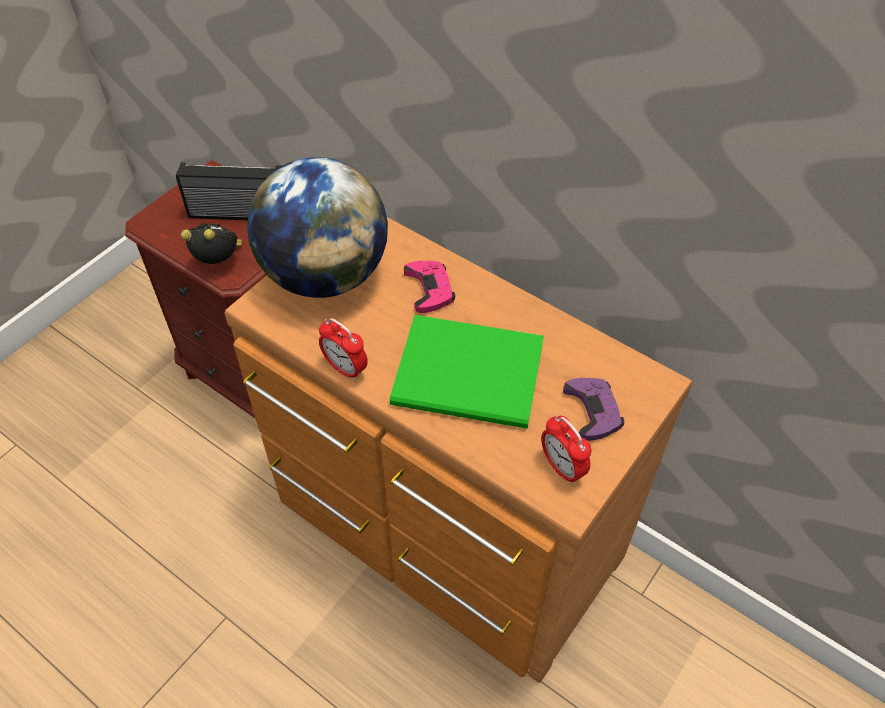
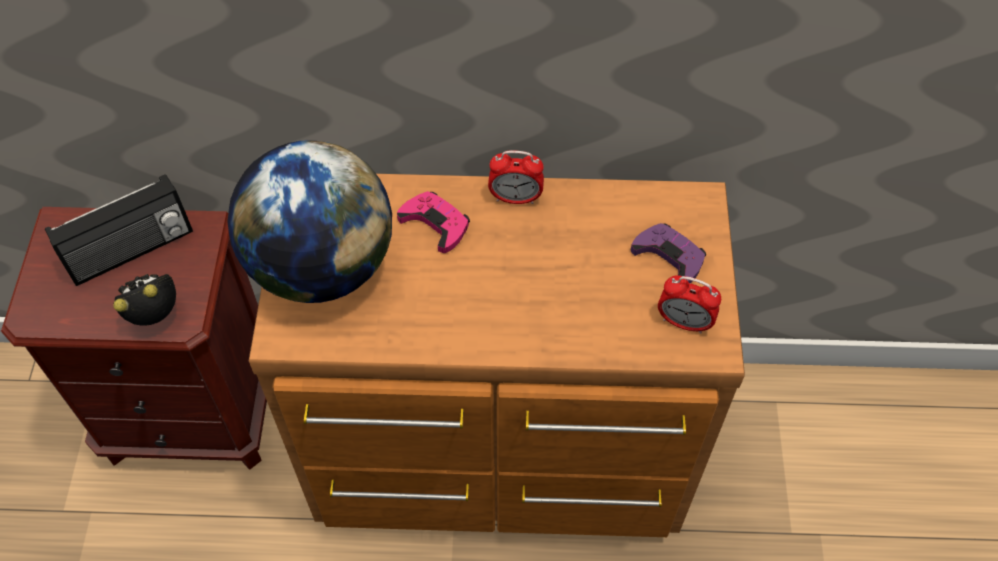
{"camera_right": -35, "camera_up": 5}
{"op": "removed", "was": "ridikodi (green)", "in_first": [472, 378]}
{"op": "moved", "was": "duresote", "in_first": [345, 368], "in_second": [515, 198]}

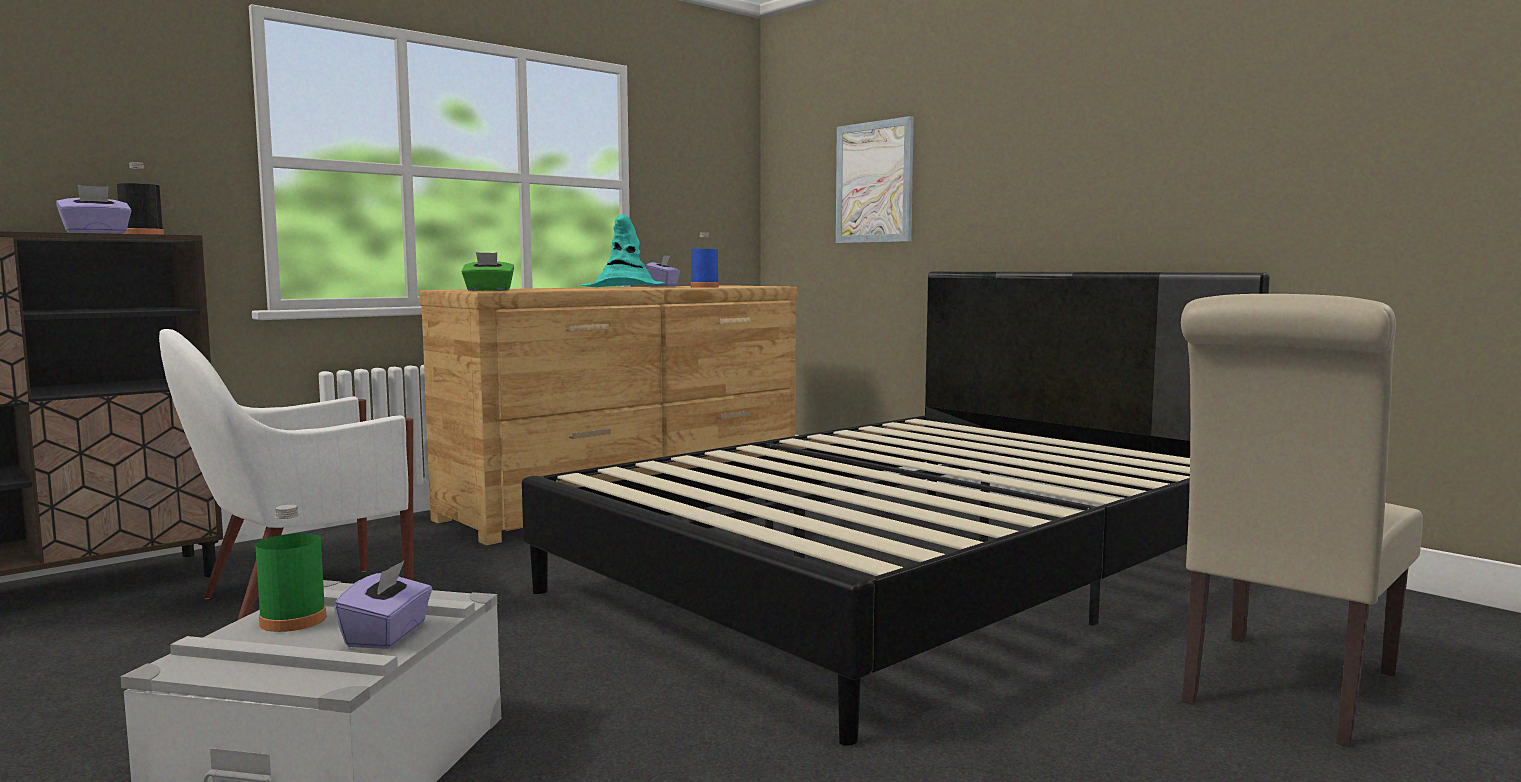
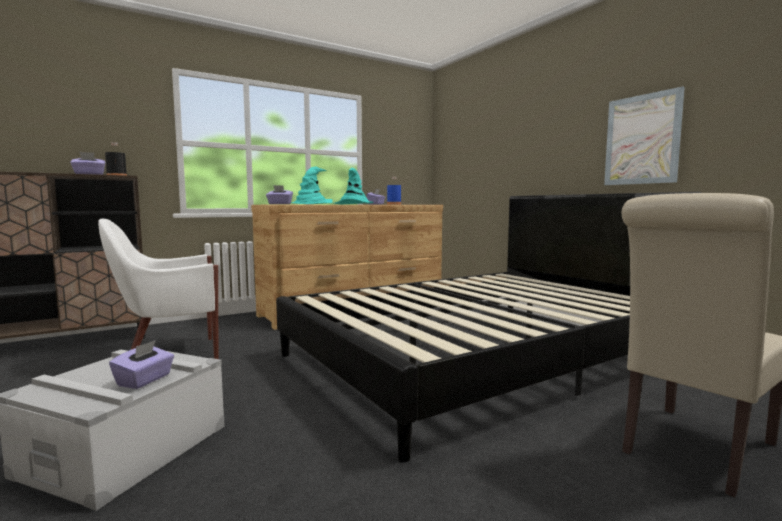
{"camera_right": 10, "camera_up": 0}
{"op": "removed", "was": "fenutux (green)", "in_first": [293, 620]}
{"op": "added", "now": "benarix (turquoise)", "in_second": [312, 204]}
{"op": "moved", "was": "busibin", "in_first": [874, 182], "in_second": [642, 140]}
{"op": "recoloured", "was": "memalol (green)", "now": "memalol (purple)", "in_first": [488, 290], "in_second": [279, 204]}

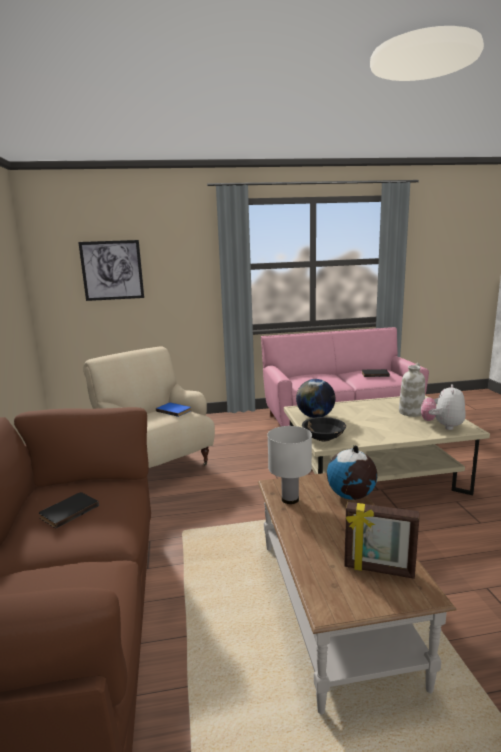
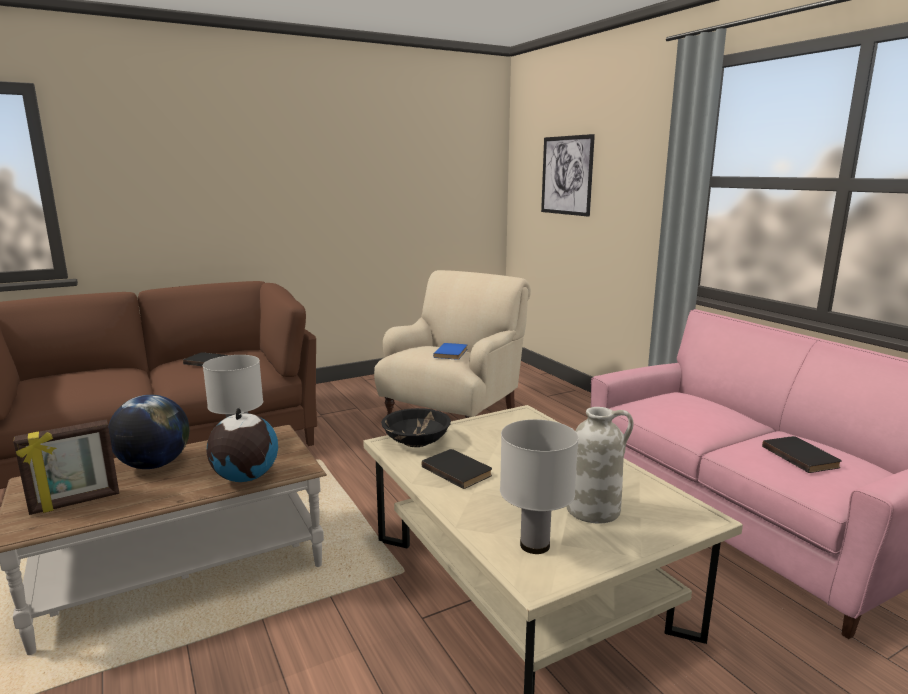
{"camera_right": 70, "camera_up": 0}
{"op": "added", "now": "ridikodi (black)", "in_second": [458, 470]}
{"op": "moved", "was": "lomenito", "in_first": [315, 416], "in_second": [154, 465]}
{"op": "replaced", "was": "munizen", "now": "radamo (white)", "in_first": [442, 426], "in_second": [534, 545]}
{"op": "turned", "was": "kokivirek", "in_first": [378, 570], "in_second": [75, 503], "clockwise": -120}

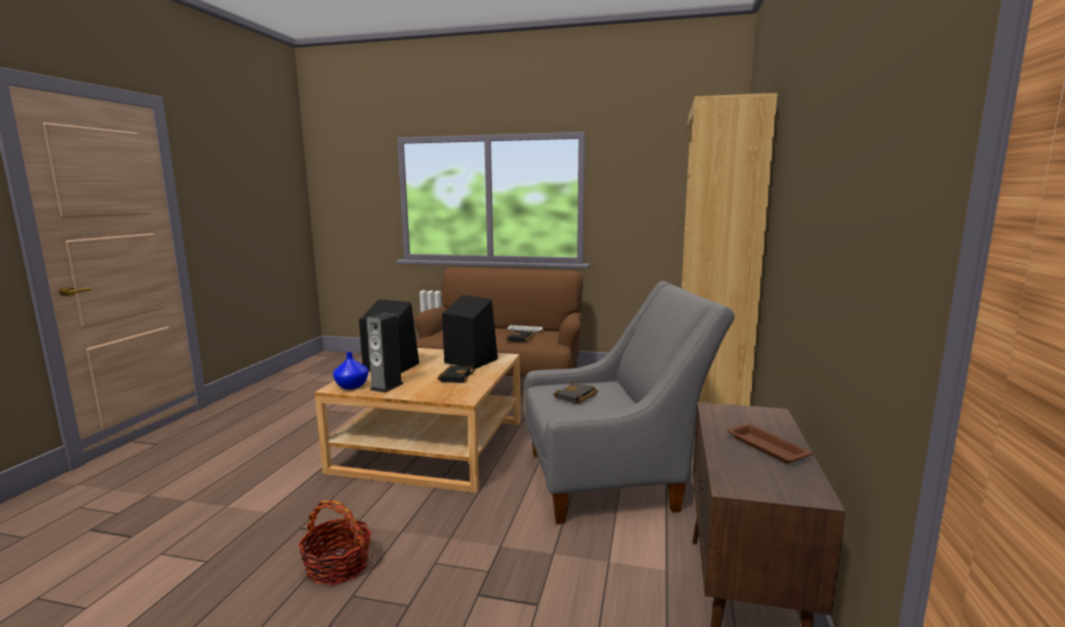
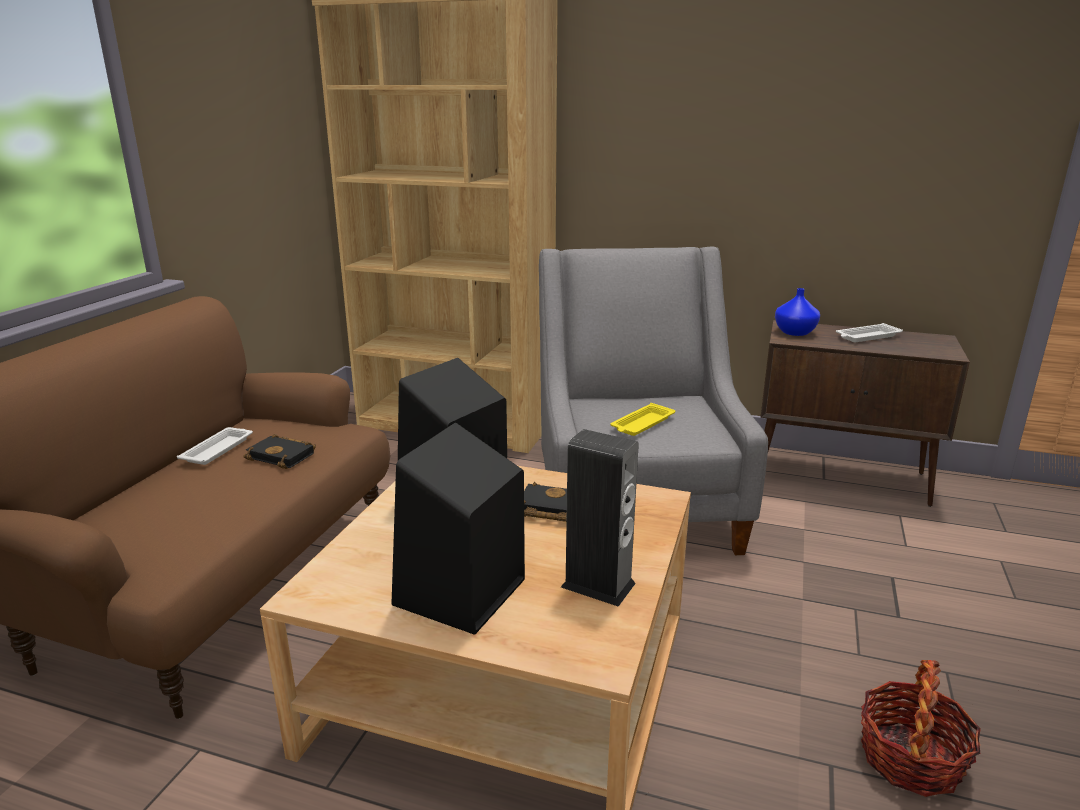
{"camera_right": -85, "camera_up": 10}
{"op": "moved", "was": "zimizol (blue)", "in_first": [352, 386], "in_second": [795, 332]}
{"op": "replaced", "was": "ridikodi (black)", "now": "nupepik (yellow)", "in_first": [576, 397], "in_second": [642, 424]}
{"op": "recoloured", "was": "nupepik (brown)", "now": "nupepik (white)", "in_first": [765, 447], "in_second": [867, 337]}

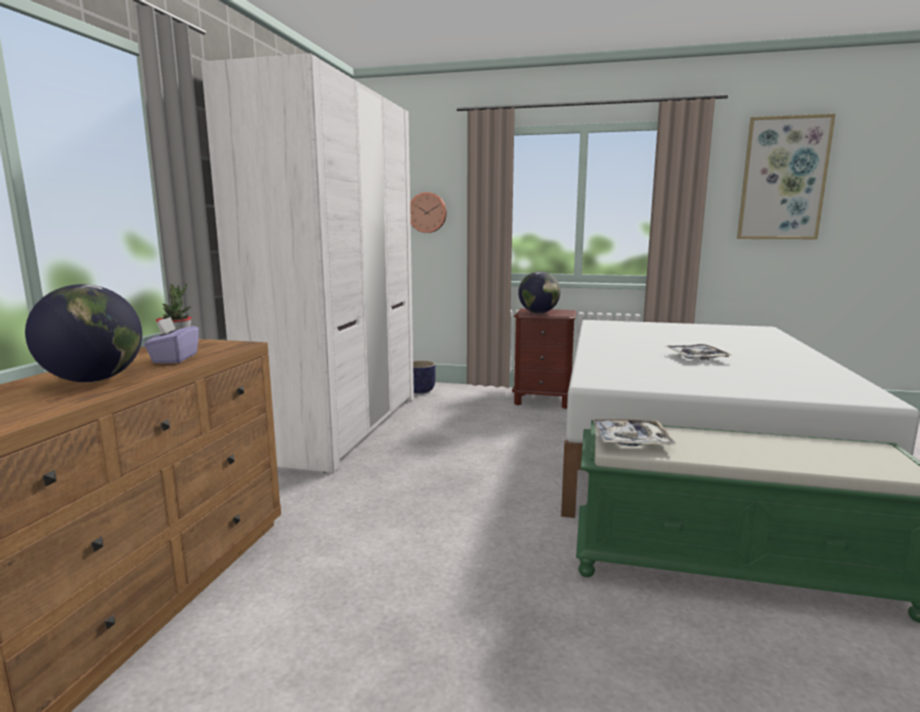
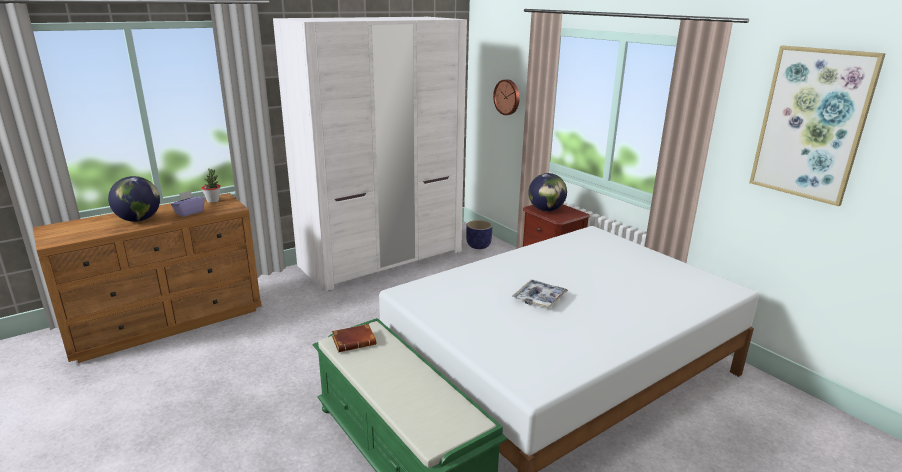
{"camera_right": 40, "camera_up": 10}
{"op": "replaced", "was": "nupepik", "now": "ridikodi (brown)", "in_first": [631, 440], "in_second": [355, 341]}

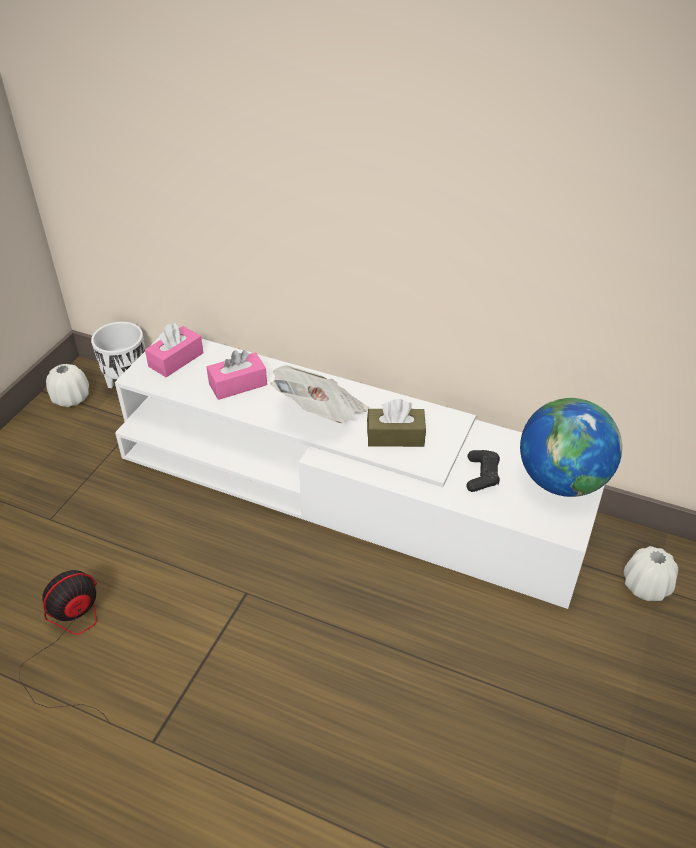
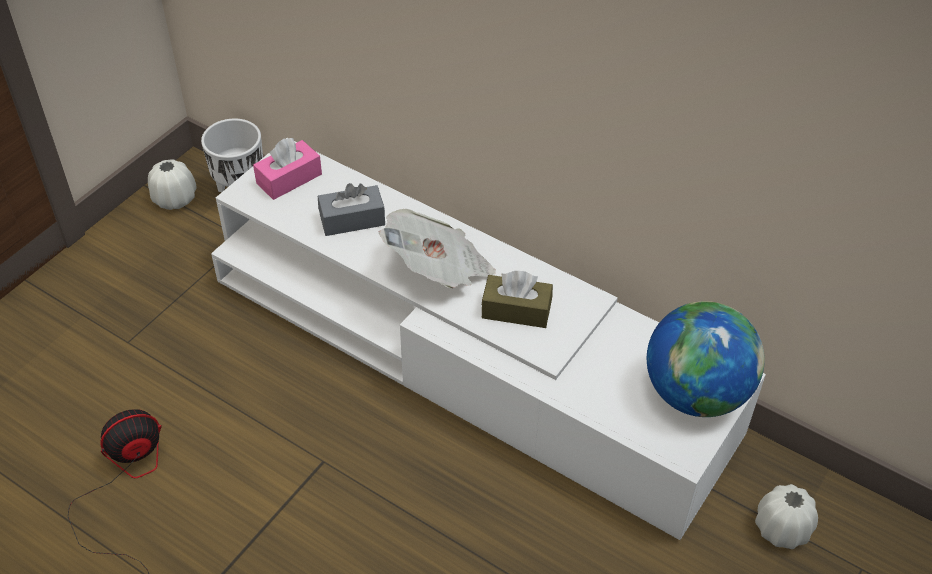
{"camera_right": 10, "camera_up": 5}
{"op": "removed", "was": "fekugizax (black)", "in_first": [482, 475]}
{"op": "recoloured", "was": "memalol (pink)", "now": "memalol (grey)", "in_first": [238, 384], "in_second": [352, 220]}

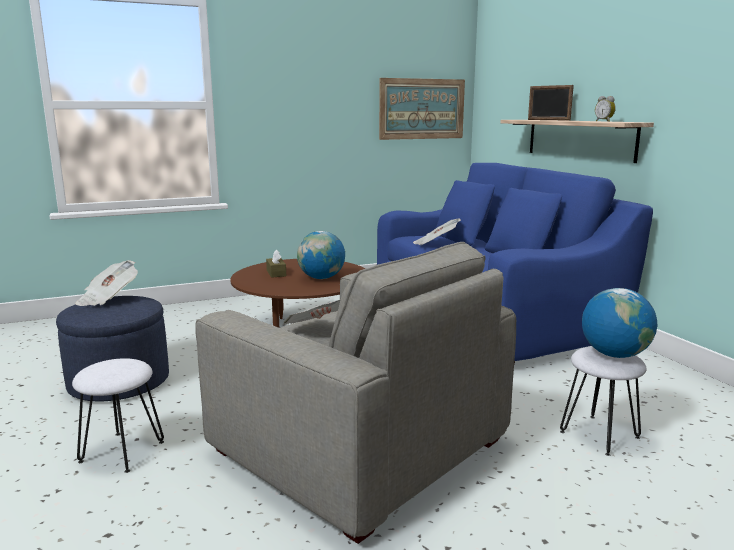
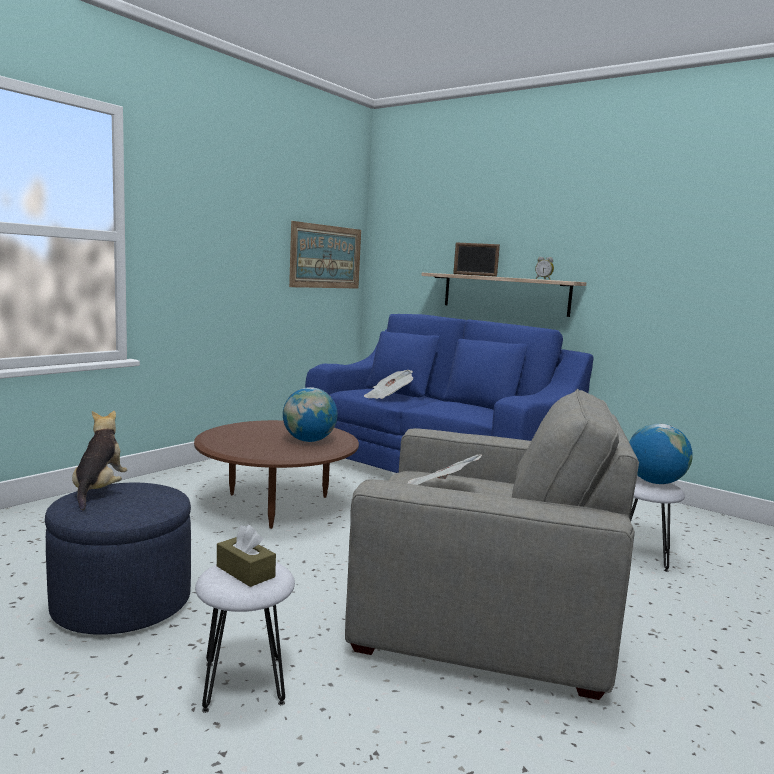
{"camera_right": -30, "camera_up": -5}
{"op": "moved", "was": "memalol (brown)", "in_first": [276, 273], "in_second": [245, 571]}
{"op": "replaced", "was": "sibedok", "now": "munizen", "in_first": [108, 299], "in_second": [99, 490]}

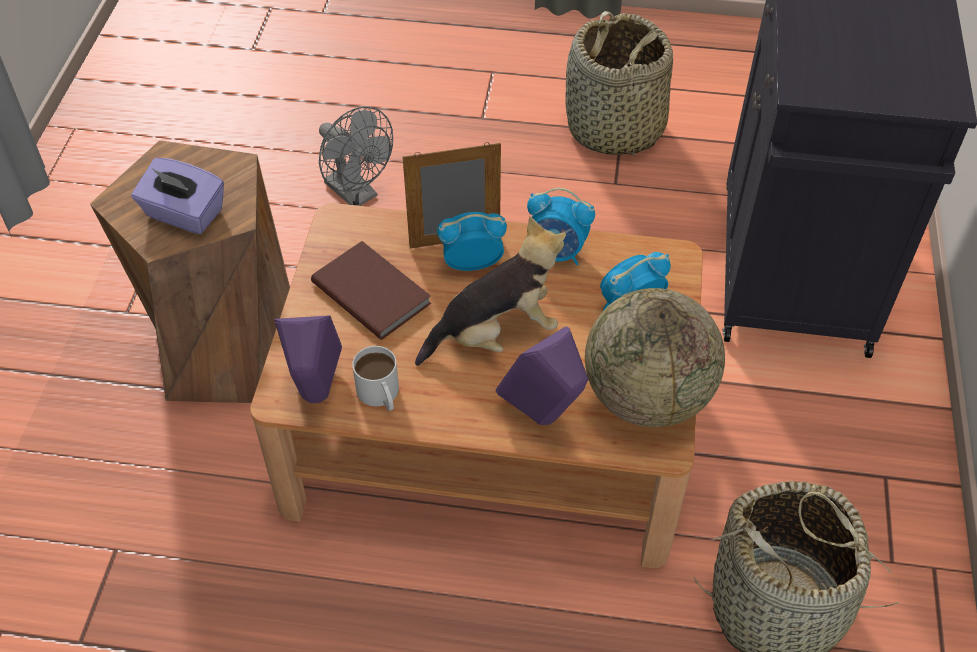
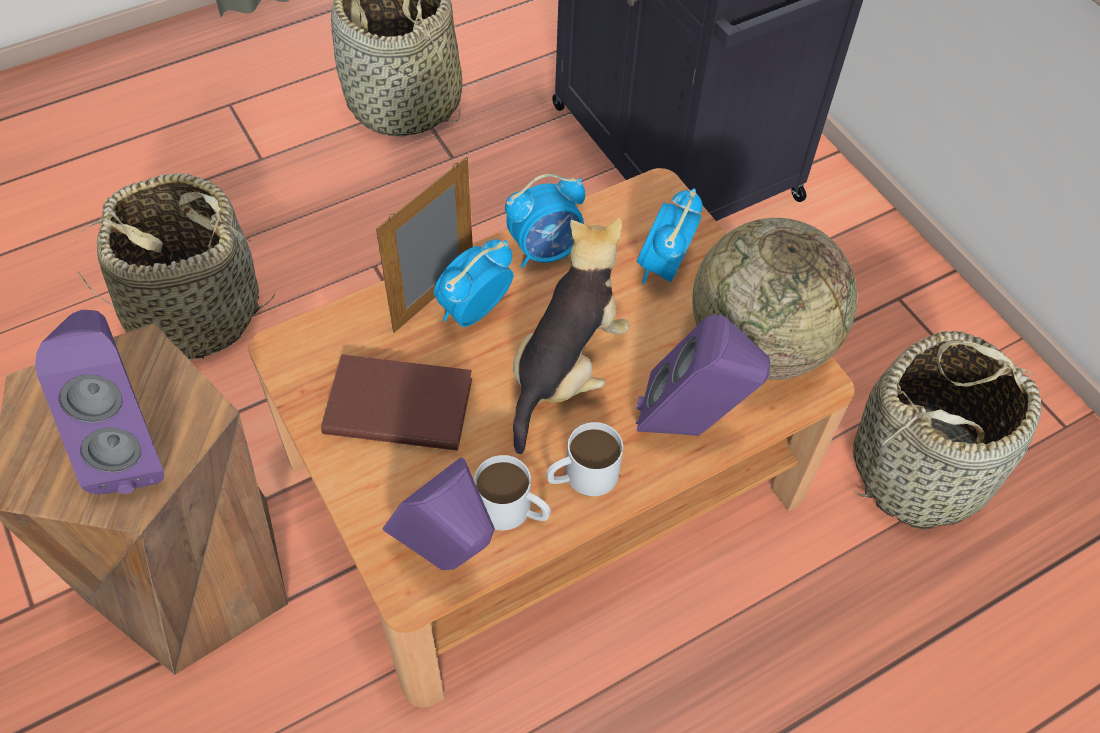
{"camera_right": -40, "camera_up": 5}
{"op": "added", "now": "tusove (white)", "in_second": [581, 476]}
{"op": "replaced", "was": "memalol (purple)", "now": "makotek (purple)", "in_first": [184, 214], "in_second": [131, 447]}
{"op": "replaced", "was": "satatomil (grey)", "now": "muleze", "in_first": [357, 194], "in_second": [194, 312]}

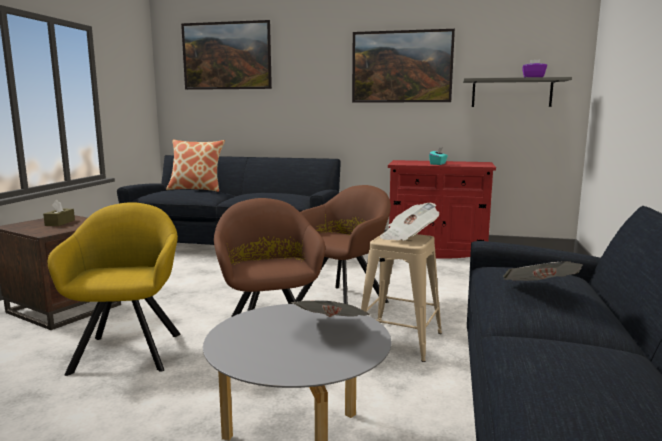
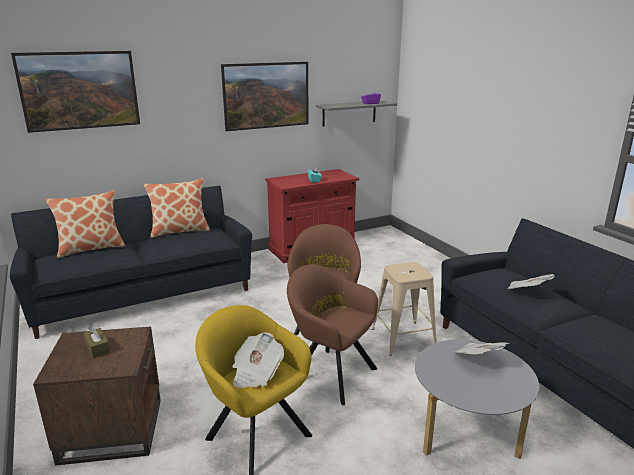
{"camera_right": -40, "camera_up": 10}
{"op": "added", "now": "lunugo", "in_second": [180, 231]}
{"op": "moved", "was": "sibedok", "in_first": [408, 237], "in_second": [256, 373]}

